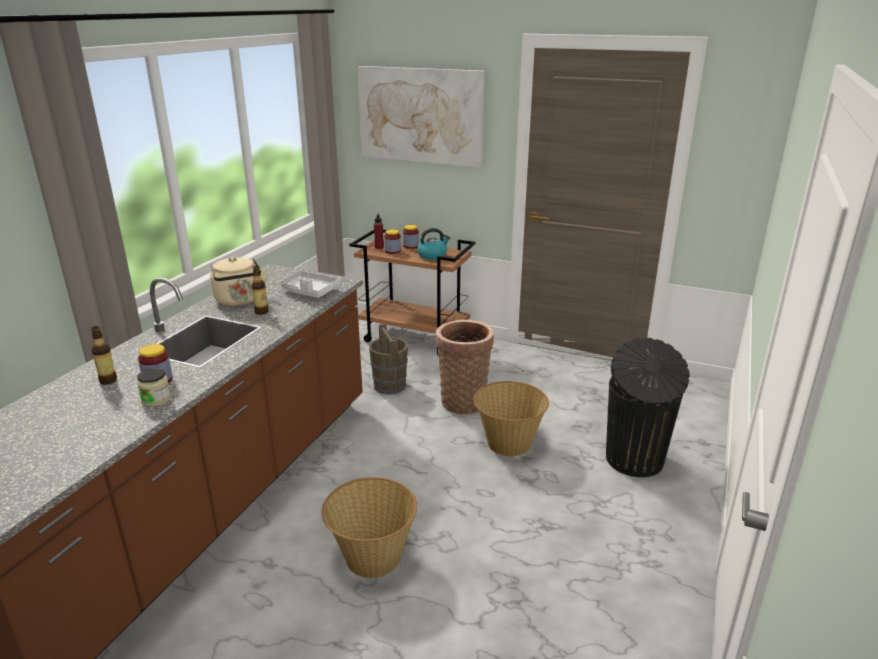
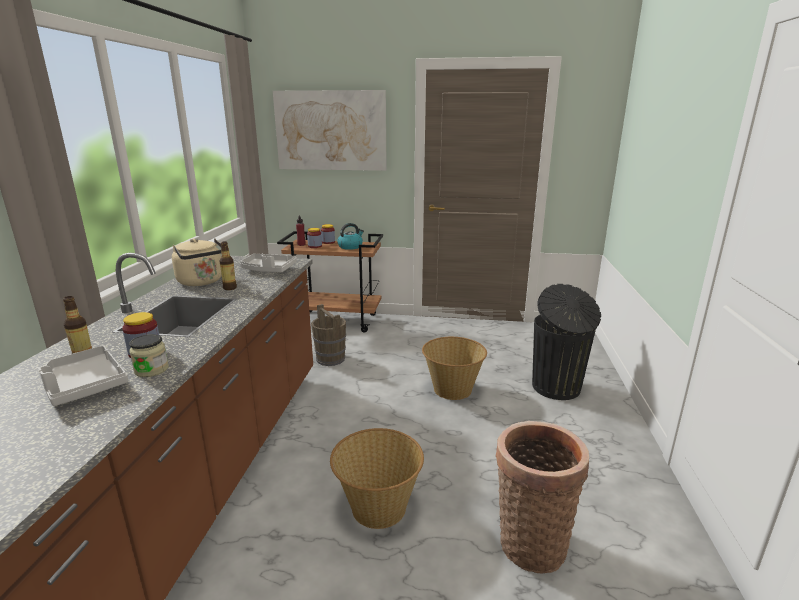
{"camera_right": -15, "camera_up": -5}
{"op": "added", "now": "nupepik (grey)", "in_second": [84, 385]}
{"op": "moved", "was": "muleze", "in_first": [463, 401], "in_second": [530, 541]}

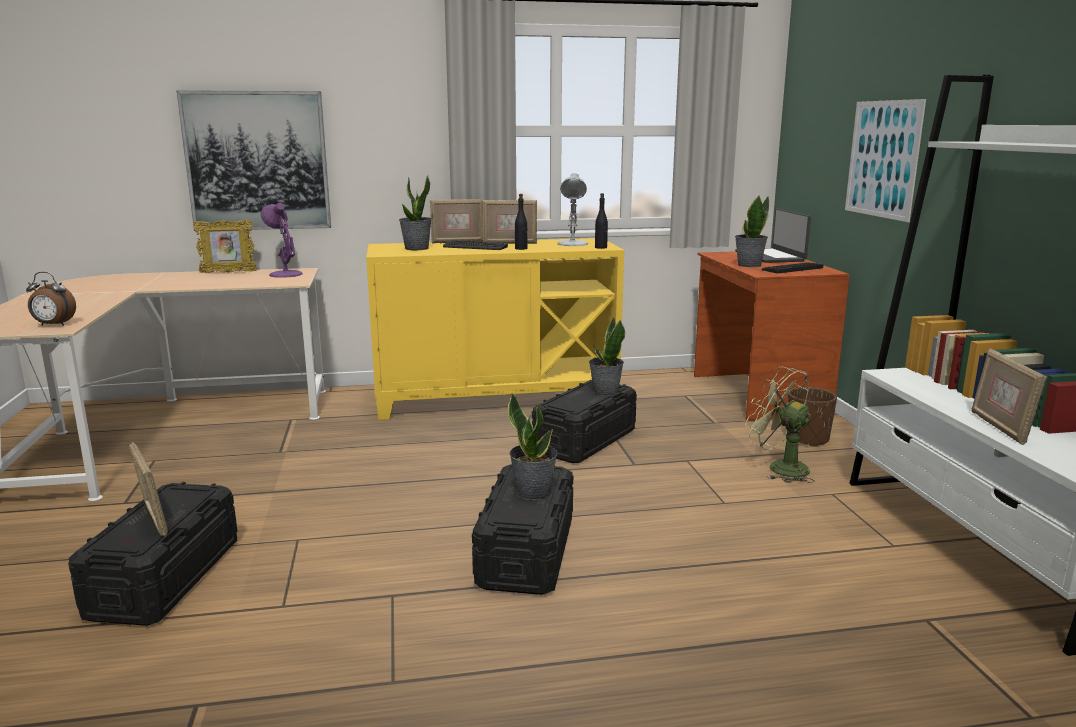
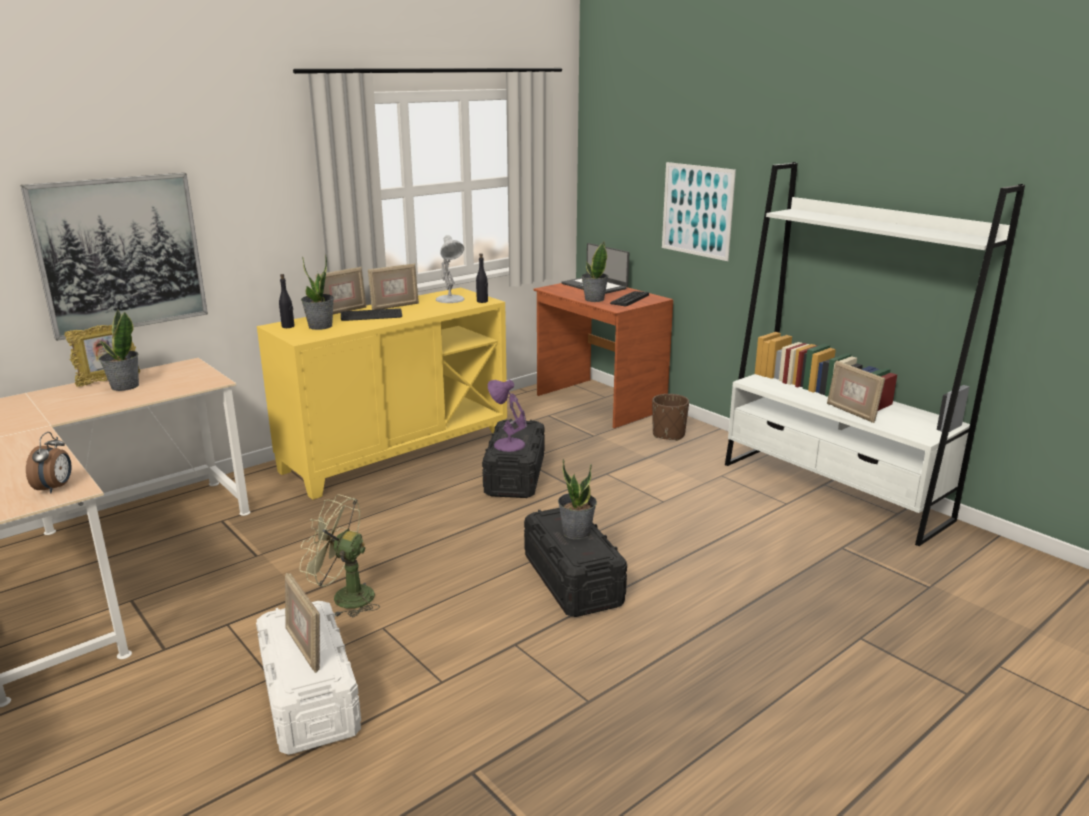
{"camera_right": -30, "camera_up": 5}
{"op": "moved", "was": "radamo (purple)", "in_first": [284, 274], "in_second": [507, 444]}
{"op": "moved", "was": "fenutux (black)", "in_first": [521, 248], "in_second": [288, 326]}
{"op": "moved", "was": "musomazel", "in_first": [605, 392], "in_second": [124, 386]}
{"op": "moved", "was": "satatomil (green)", "in_first": [779, 467], "in_second": [344, 597]}
{"op": "recoloured", "was": "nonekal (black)", "now": "nonekal (white)", "in_first": [164, 578], "in_second": [309, 698]}
{"op": "turned", "was": "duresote", "in_first": [53, 325], "in_second": [55, 488], "clockwise": -60}
{"op": "turned", "was": "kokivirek", "in_first": [152, 520], "in_second": [305, 648], "clockwise": -150}

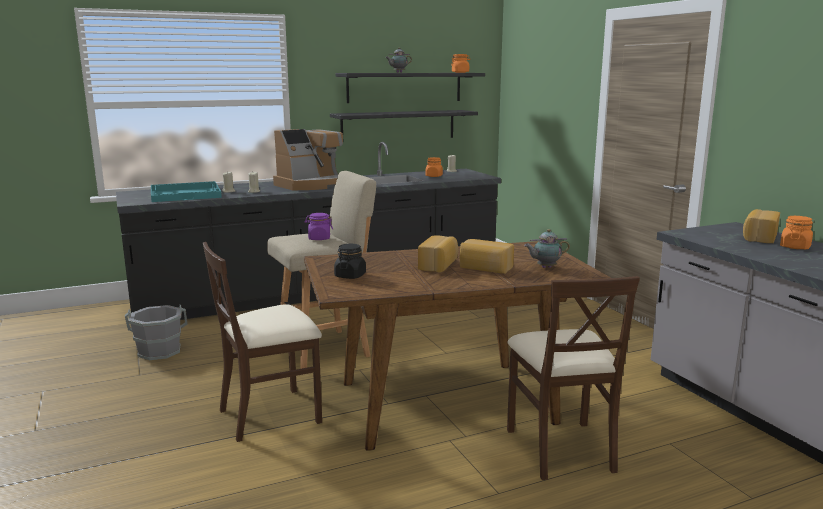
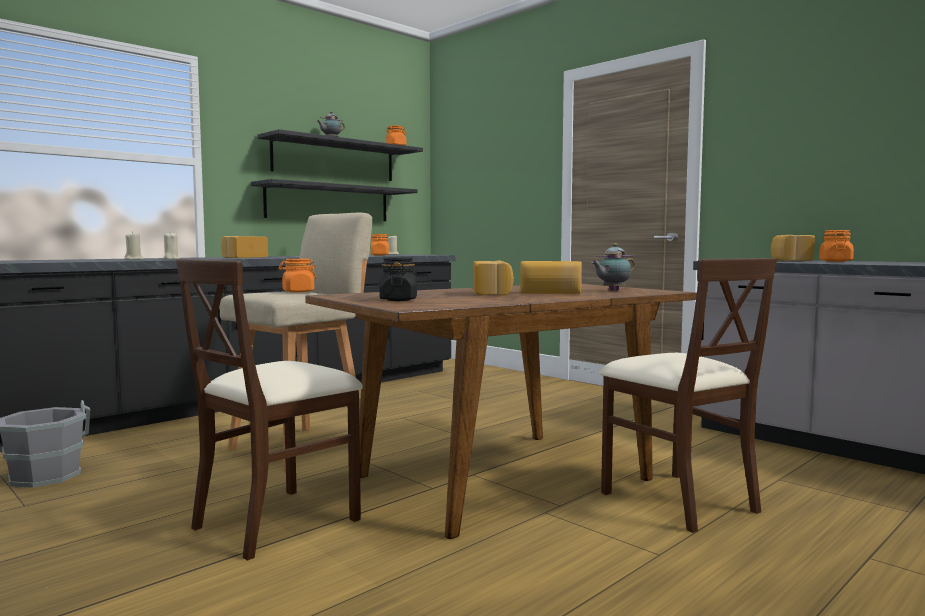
{"camera_right": -20, "camera_up": -10}
{"op": "removed", "was": "nupepik (turquoise)", "in_first": [186, 194]}
{"op": "replaced", "was": "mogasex", "now": "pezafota", "in_first": [313, 185], "in_second": [244, 257]}
{"op": "recoloured", "was": "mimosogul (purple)", "now": "mimosogul (orange)", "in_first": [319, 238], "in_second": [298, 291]}

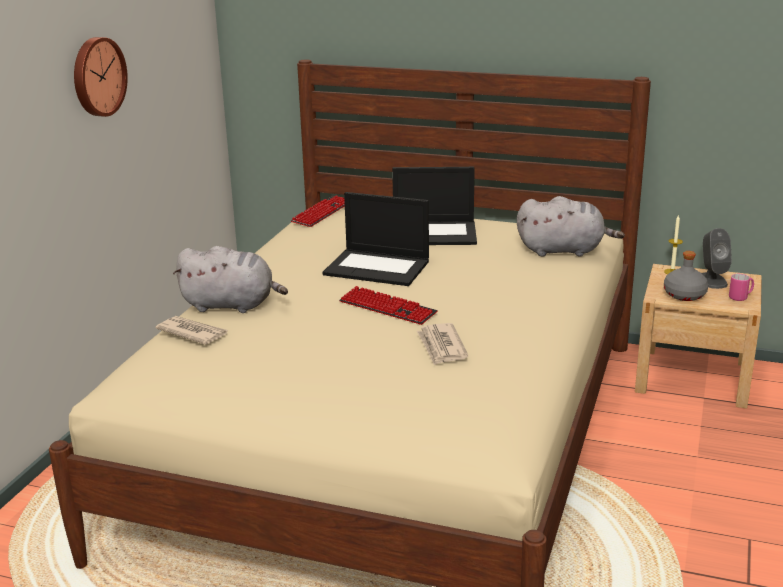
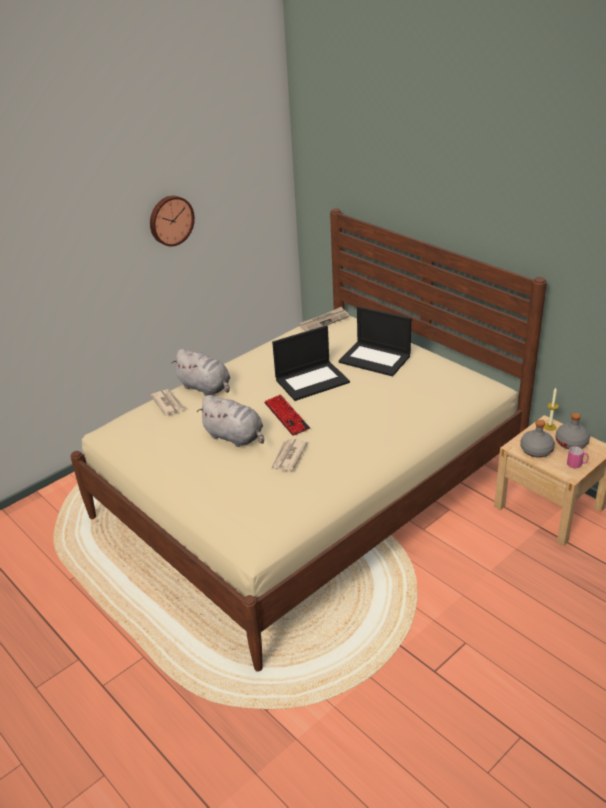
{"camera_right": 30, "camera_up": 10}
{"op": "moved", "was": "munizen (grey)", "in_first": [564, 250], "in_second": [235, 437]}
{"op": "replaced", "was": "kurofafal", "now": "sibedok", "in_first": [322, 213], "in_second": [324, 321]}
{"op": "replaced", "was": "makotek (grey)", "now": "fenutux (grey)", "in_first": [712, 280], "in_second": [571, 443]}
{"op": "turned", "was": "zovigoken", "in_first": [378, 267], "in_second": [312, 380], "clockwise": -75}

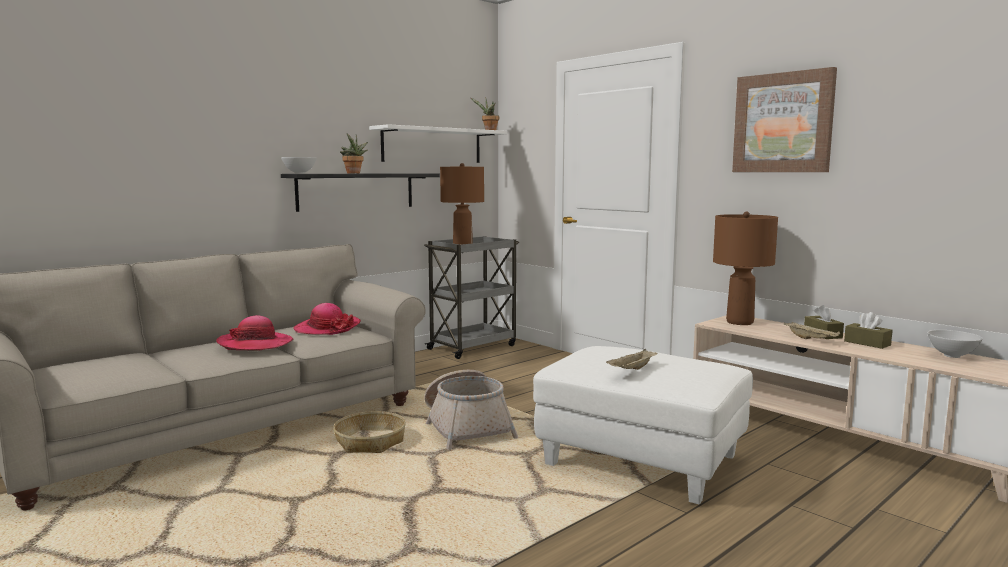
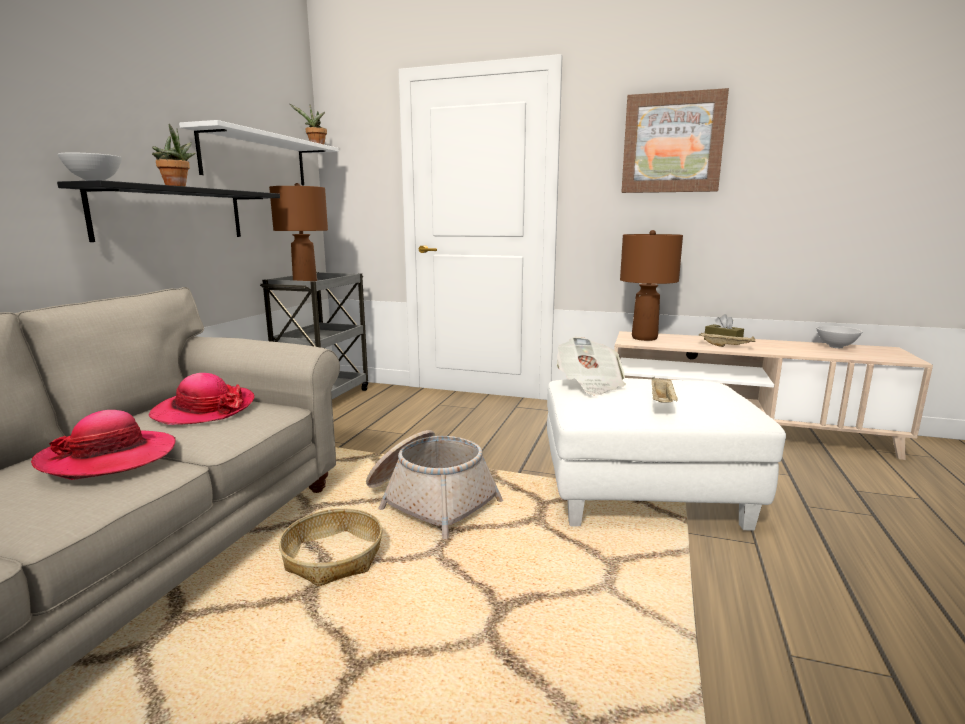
{"camera_right": -30, "camera_up": 5}
{"op": "removed", "was": "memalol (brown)", "in_first": [867, 343]}
{"op": "added", "now": "sibedok", "in_second": [589, 384]}

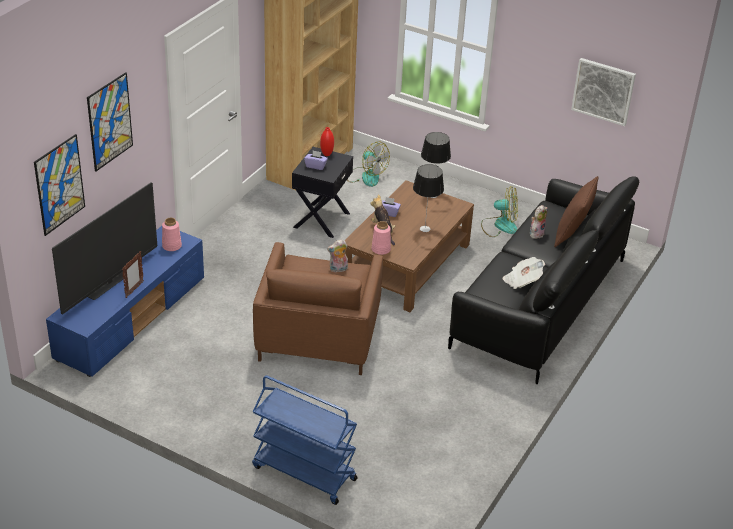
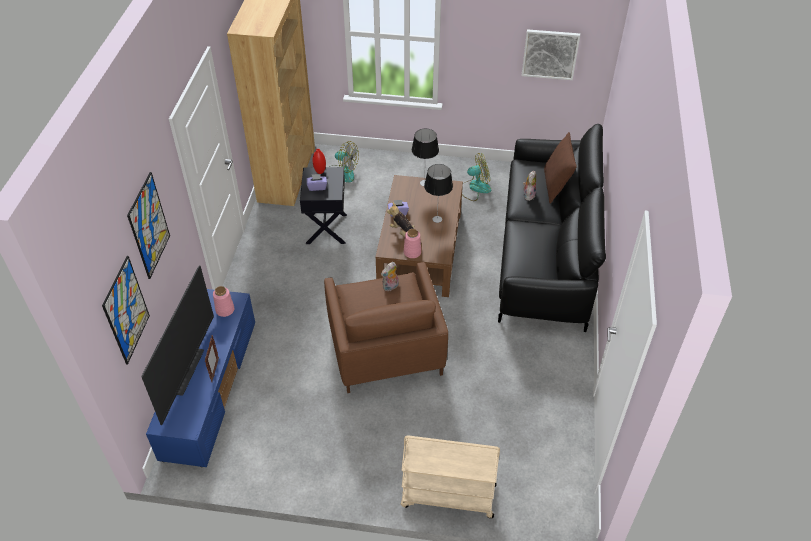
{"camera_right": -20, "camera_up": 10}
{"op": "removed", "was": "sibedok", "in_first": [522, 281]}
{"op": "recoloured", "was": "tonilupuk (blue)", "now": "tonilupuk (beige)", "in_first": [303, 473], "in_second": [447, 496]}

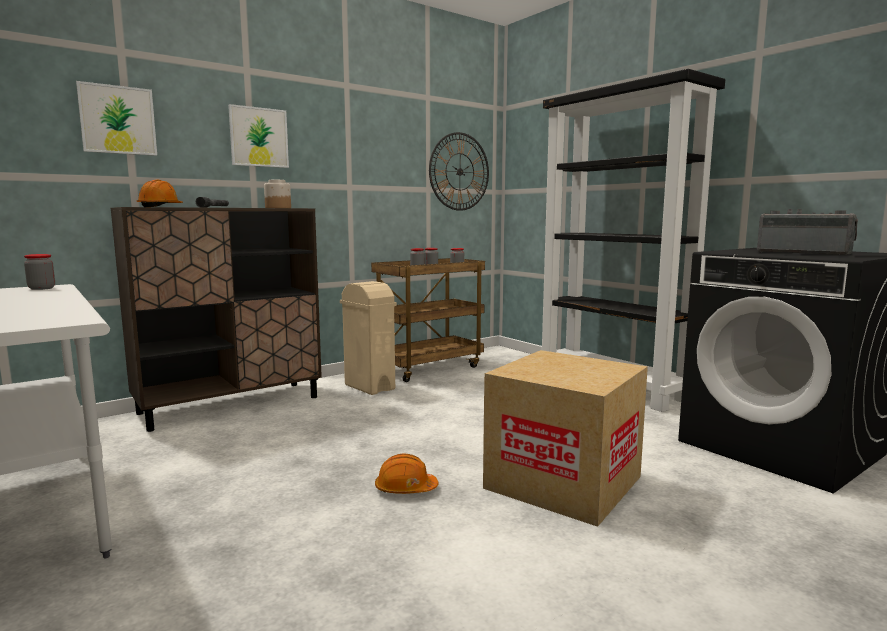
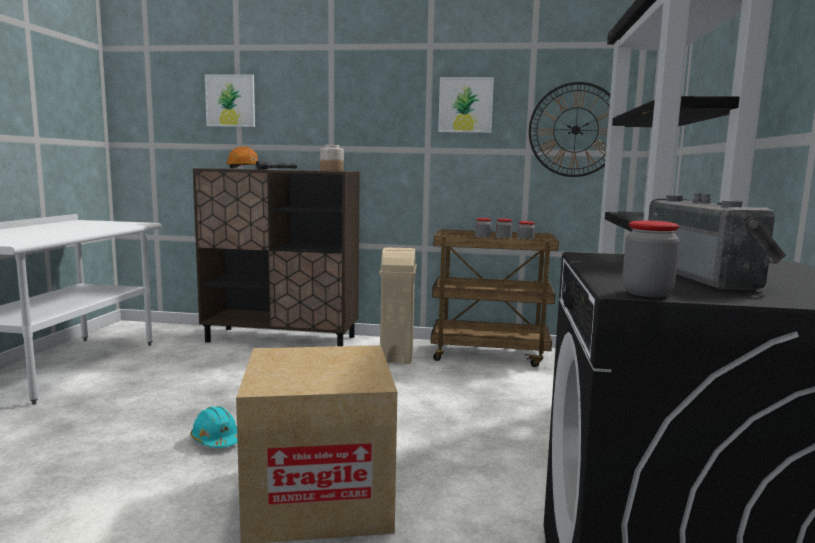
{"camera_right": 45, "camera_up": 0}
{"op": "moved", "was": "mimosogul", "in_first": [41, 288], "in_second": [647, 293]}
{"op": "moved", "was": "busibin", "in_first": [259, 137], "in_second": [465, 105]}
{"op": "recoloured", "was": "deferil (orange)", "now": "deferil (turquoise)", "in_first": [405, 489], "in_second": [216, 440]}

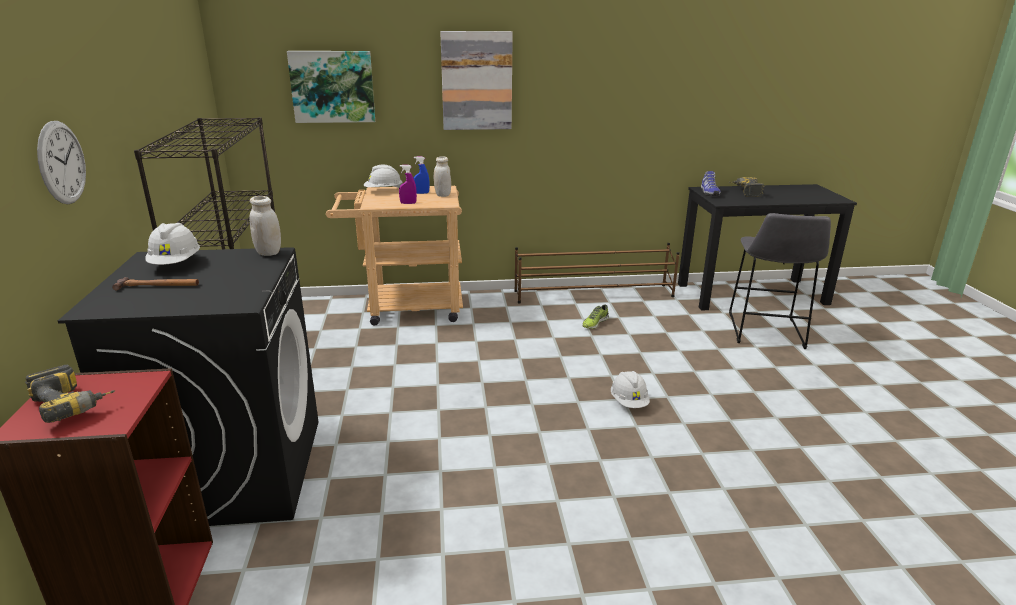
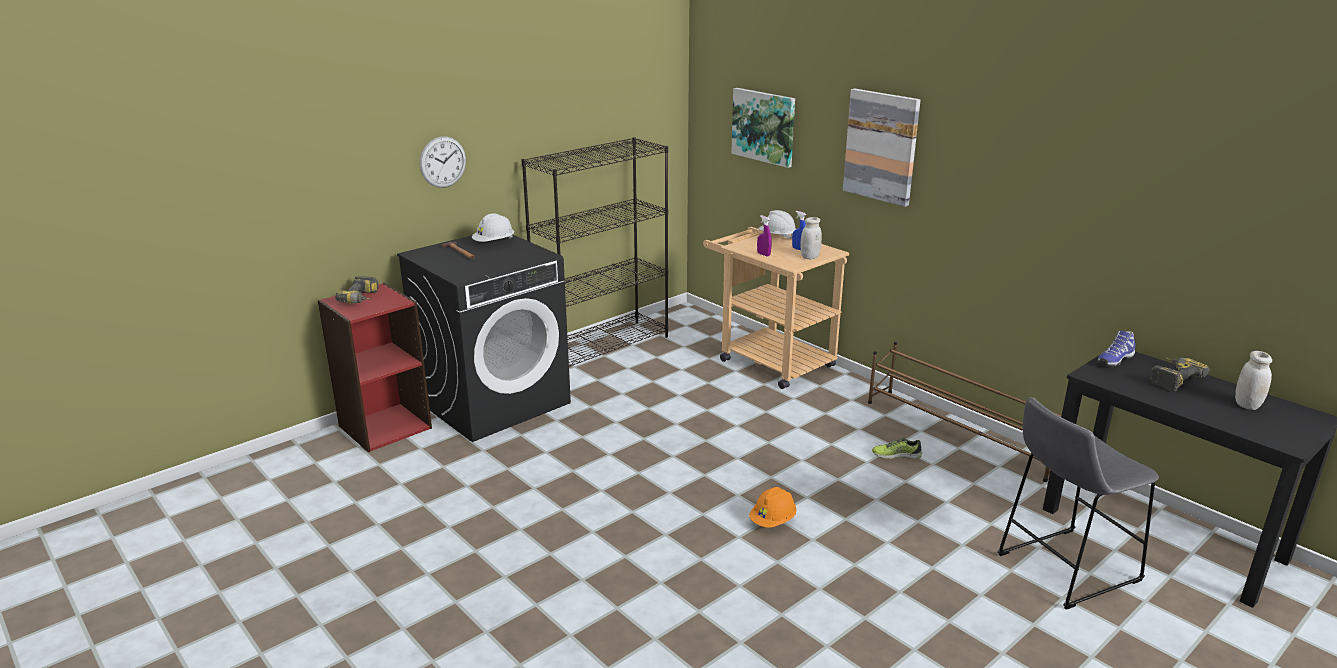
{"camera_right": 55, "camera_up": 0}
{"op": "moved", "was": "mimosogul (white)", "in_first": [268, 252], "in_second": [1247, 405]}
{"op": "recoloured", "was": "deferil (white)", "now": "deferil (orange)", "in_first": [629, 402], "in_second": [773, 521]}

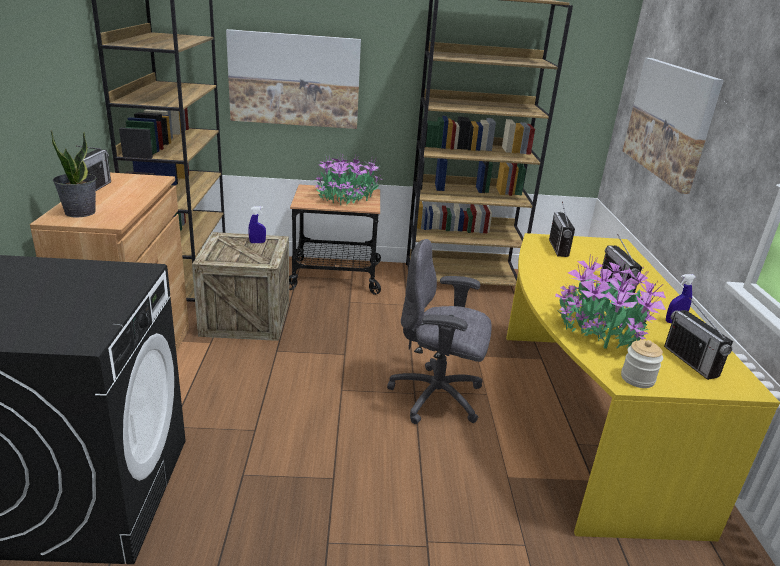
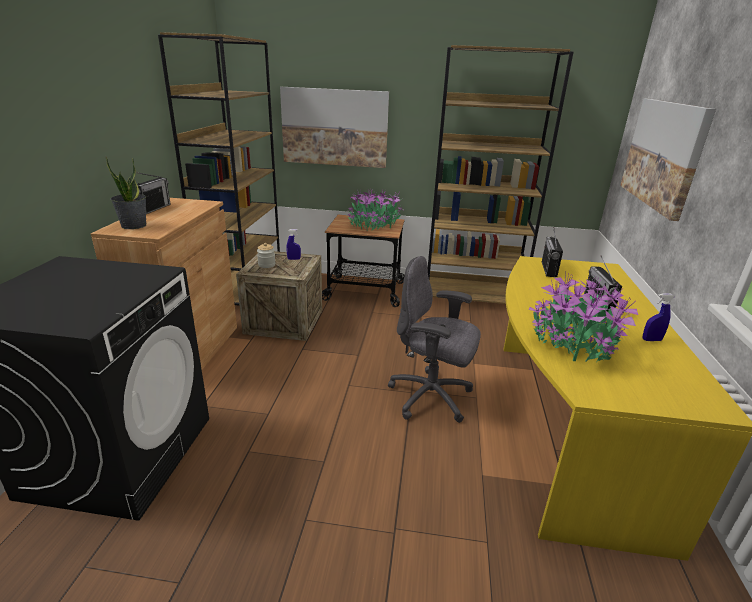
{"camera_right": 10, "camera_up": 0}
{"op": "removed", "was": "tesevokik", "in_first": [690, 361]}
{"op": "moved", "was": "mimosogul", "in_first": [637, 379], "in_second": [266, 265]}

